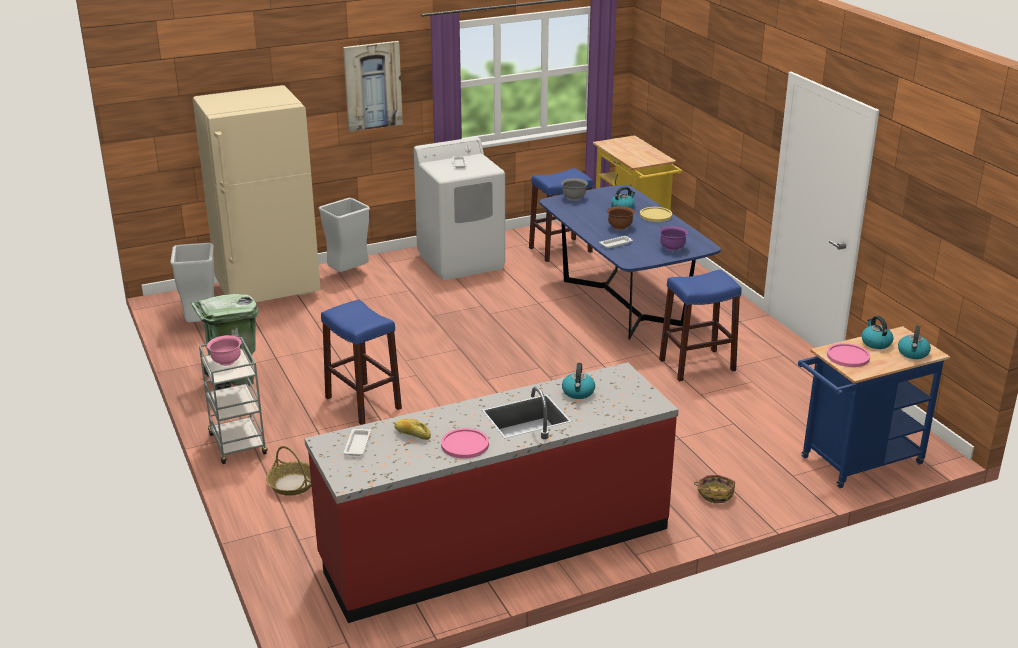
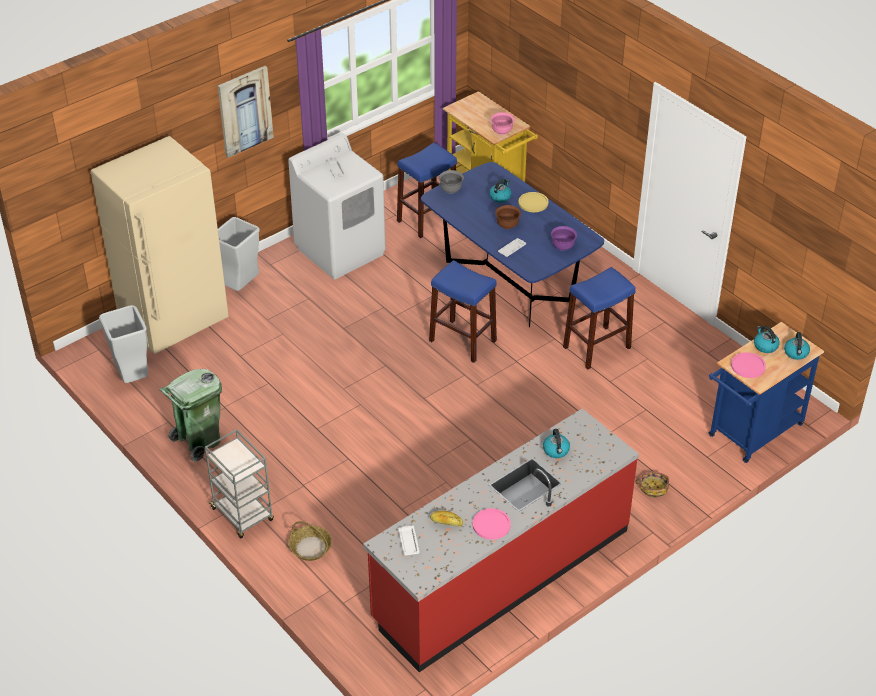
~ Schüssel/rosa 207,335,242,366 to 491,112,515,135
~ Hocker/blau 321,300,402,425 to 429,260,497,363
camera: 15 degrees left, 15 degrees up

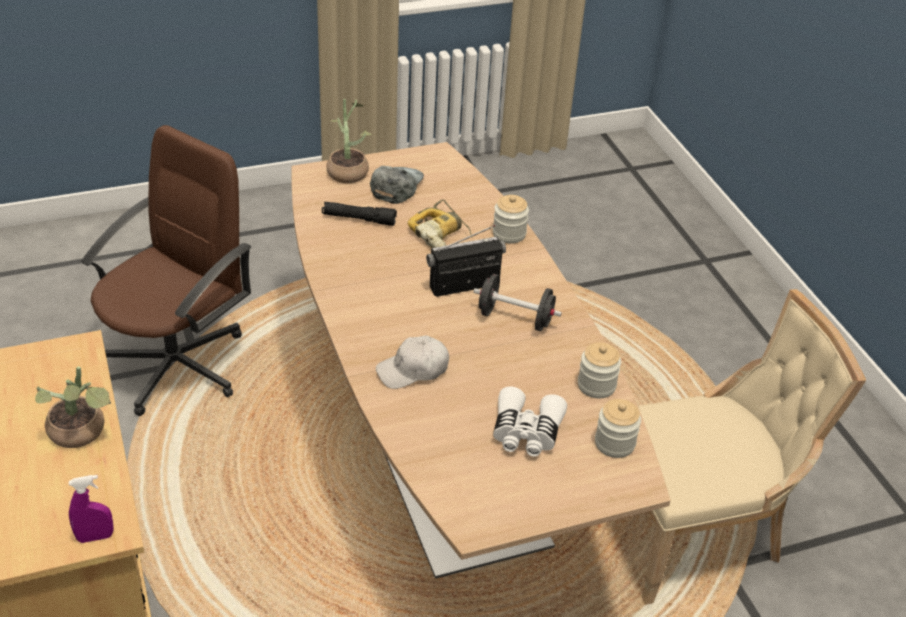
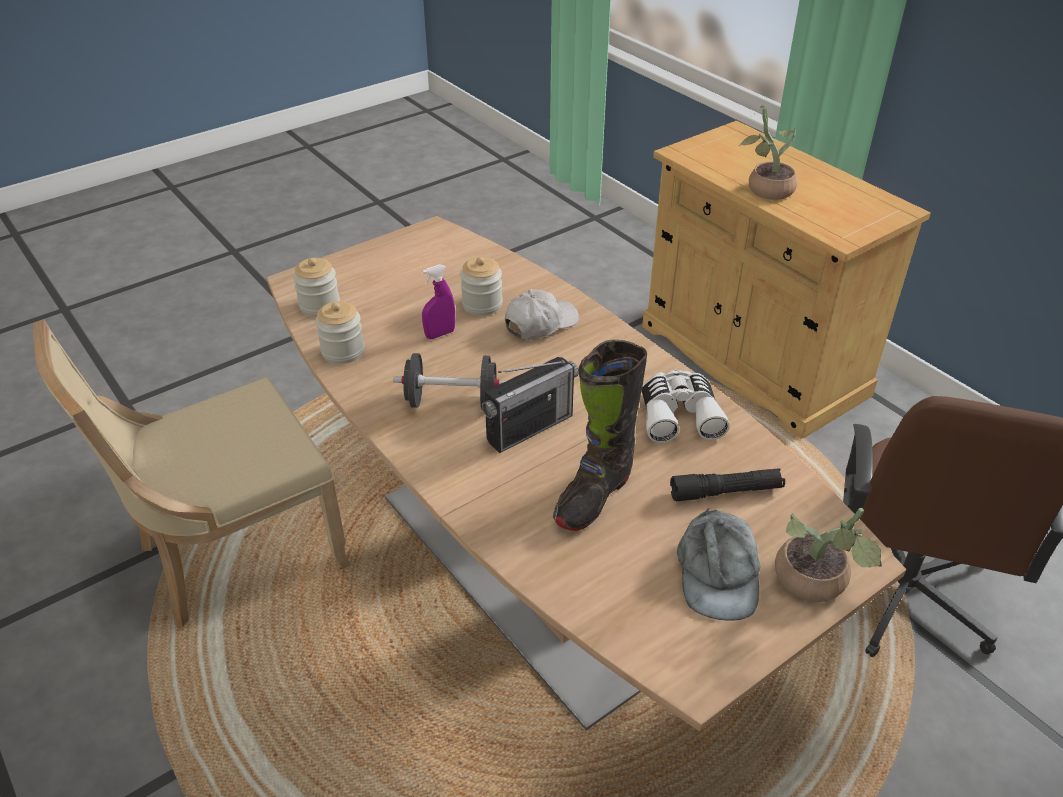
~ Sprühflasche/lila 69,475,113,543 to 422,264,455,339
~ Vorratsglas 493,195,529,243 to 460,257,503,316
~ Fernglas/weiß 493,387,567,457 to 642,370,730,443
~ Bohrmaschine 408,199,473,248 to Stiefel/schwarz 553,340,647,531
camera: 165 degrees right, 0 degrees up

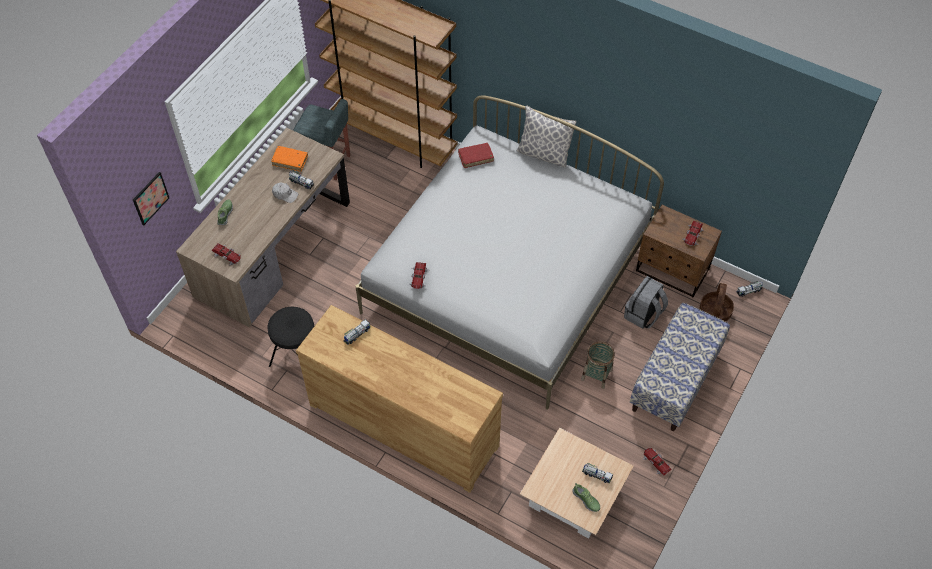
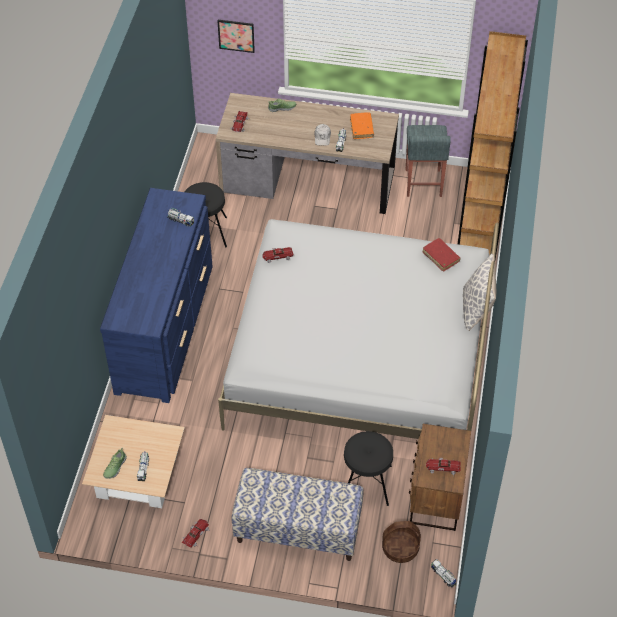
- Korb 581,341,615,389
~ Rucksack/grau 624,276,668,329 to Hocker/schwarz 344,431,393,506
~ Kommode/braun 296,305,503,493 to Kommode/blau 100,188,213,403
camera: 70 degrees right, 5 degrees down

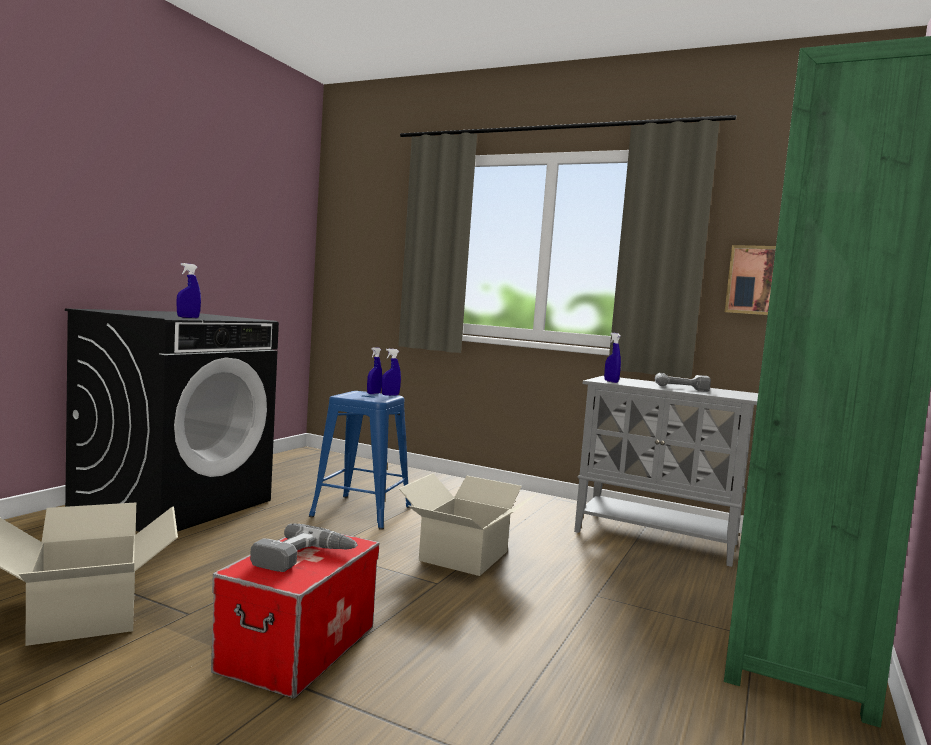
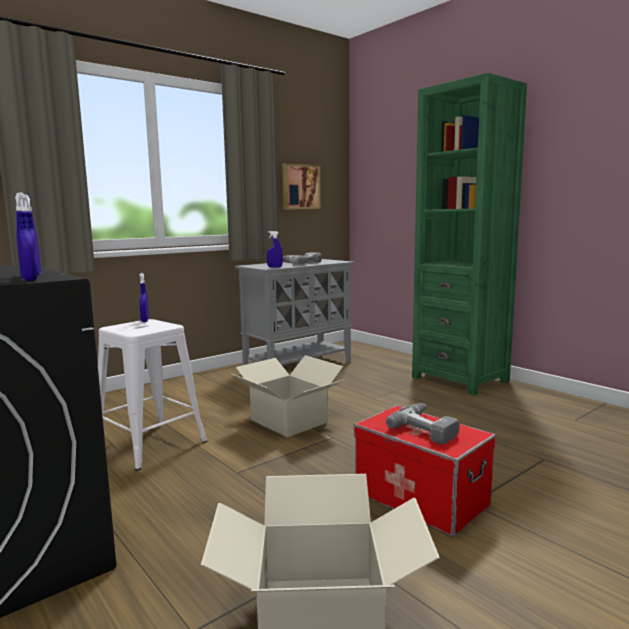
~ Sprühflasche/blau 367,347,382,394 to 15,192,37,281
~ Hocker/blau 309,391,411,530 to Hocker/weiß 98,319,207,470
camera: 65 degrees left, 5 degrees up

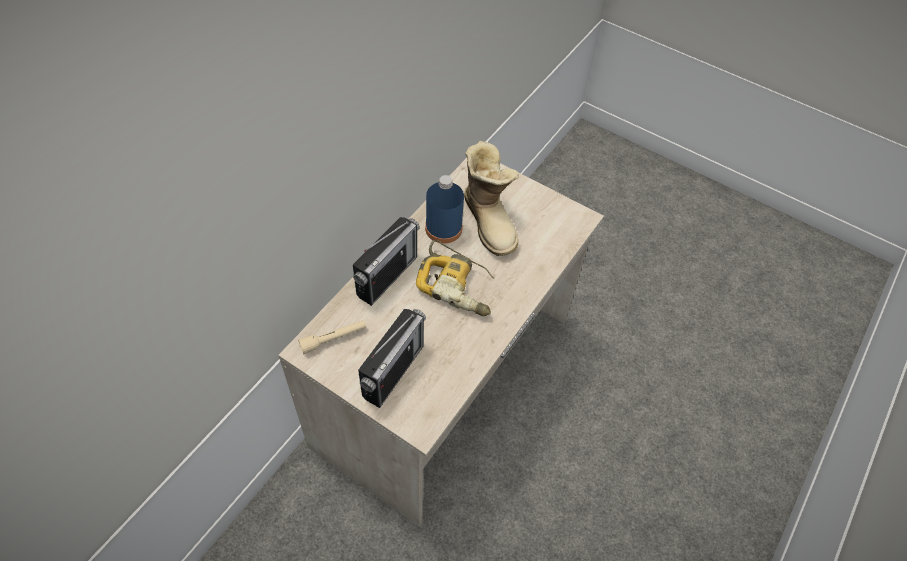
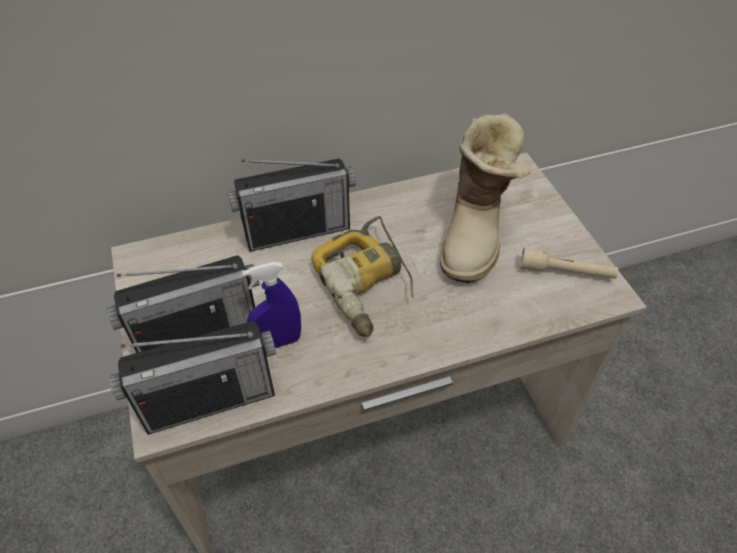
- Flasche/blau 425,175,464,243
+ Radio 110,321,276,435
+ Sprühflasche/blau 242,262,301,348
~ Taschenlampe/beige 298,320,366,355 to 520,248,618,279
camera: 40 degrees right, 5 degrees down

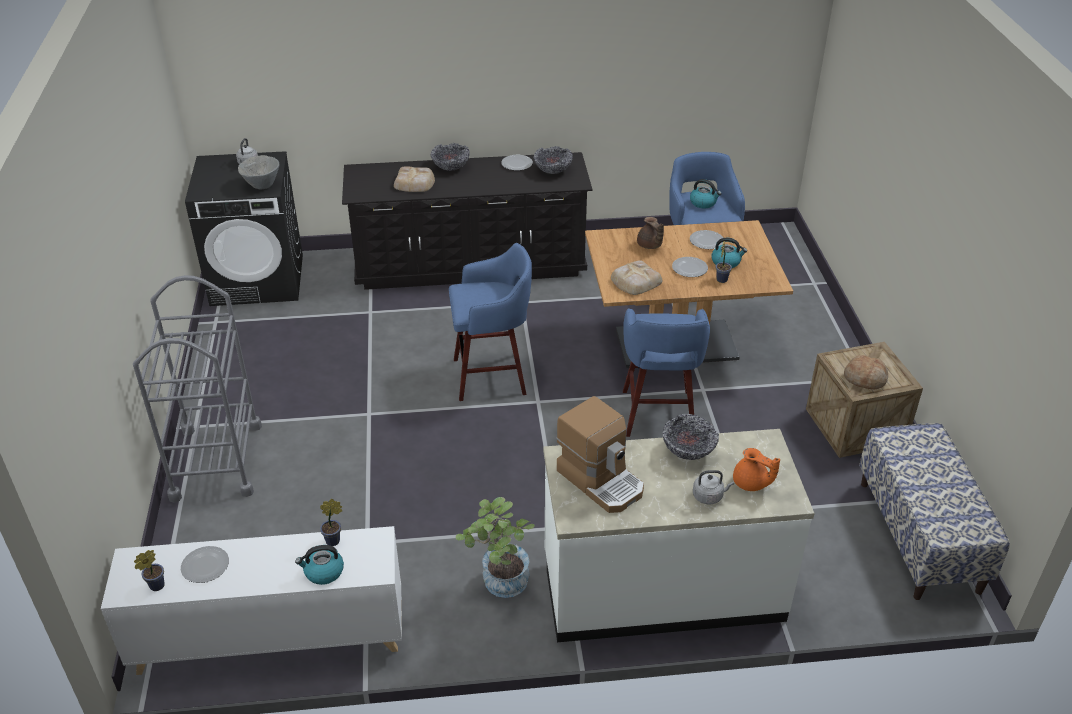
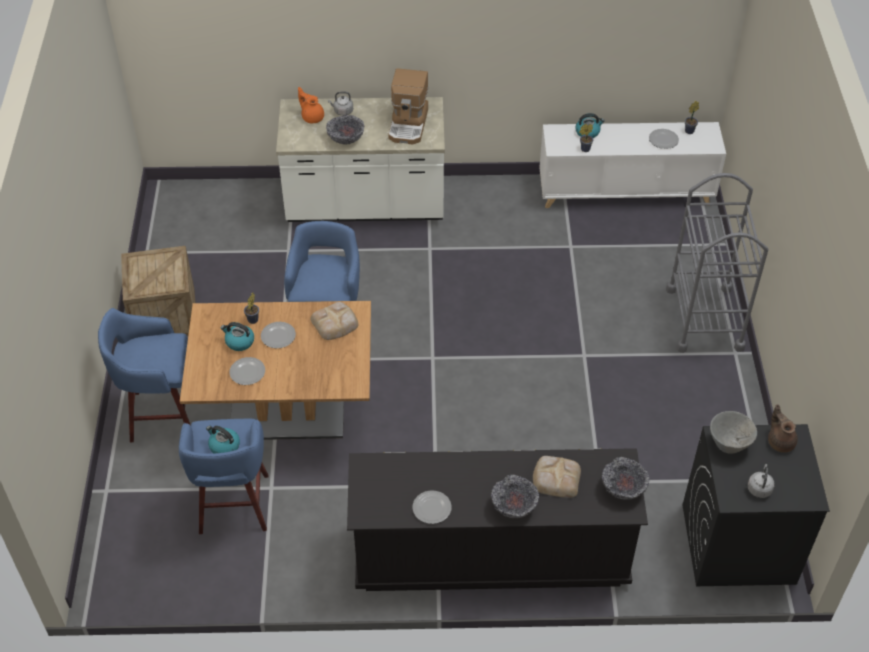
- Topfpflanze 455,497,535,598
- Brot 844,355,888,390
- Bank 859,423,1010,600
~ Hocker/blau 449,243,532,401 to 98,308,191,442
~ Schüssel 534,146,573,174 to 602,457,649,500
~ Teekanne/braun 637,217,664,249 to 768,404,798,453
~ Kaffeemaschine 557,396,644,513 = 388,68,429,145 135 degrees counterclockwise
camera: 175 degrees left, 10 degrees up

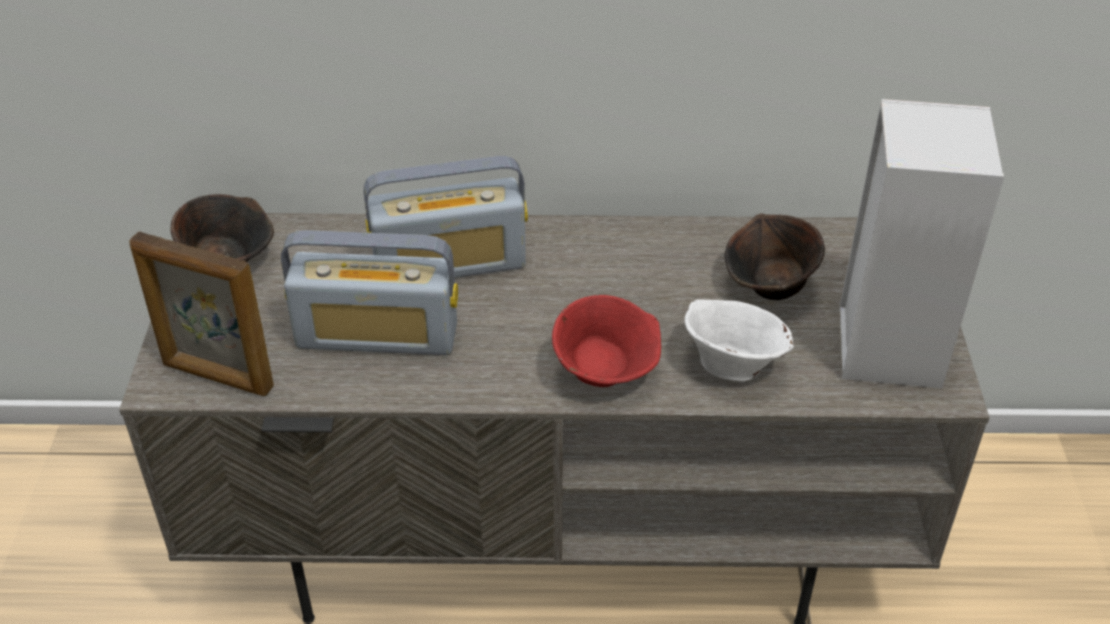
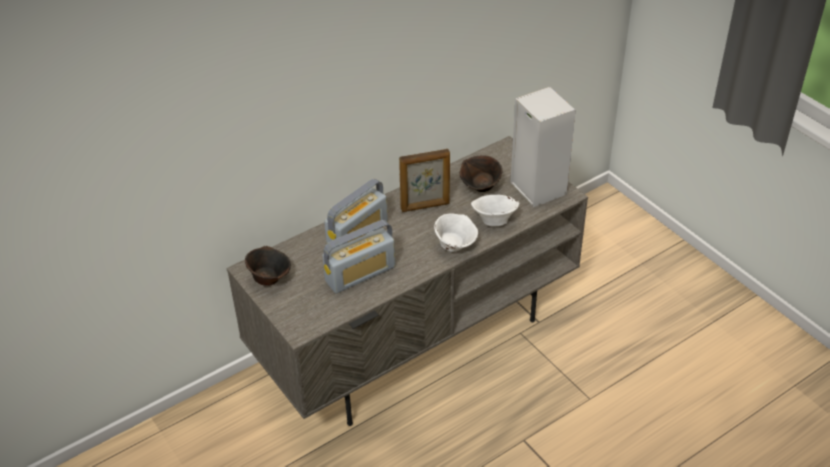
~ Bilderrahmen 129,231,274,396 to 399,149,450,212
~ Schüssel/rot 552,295,661,387 to Schüssel/weiß 434,213,478,252
camera: 35 degrees left, 0 degrees up

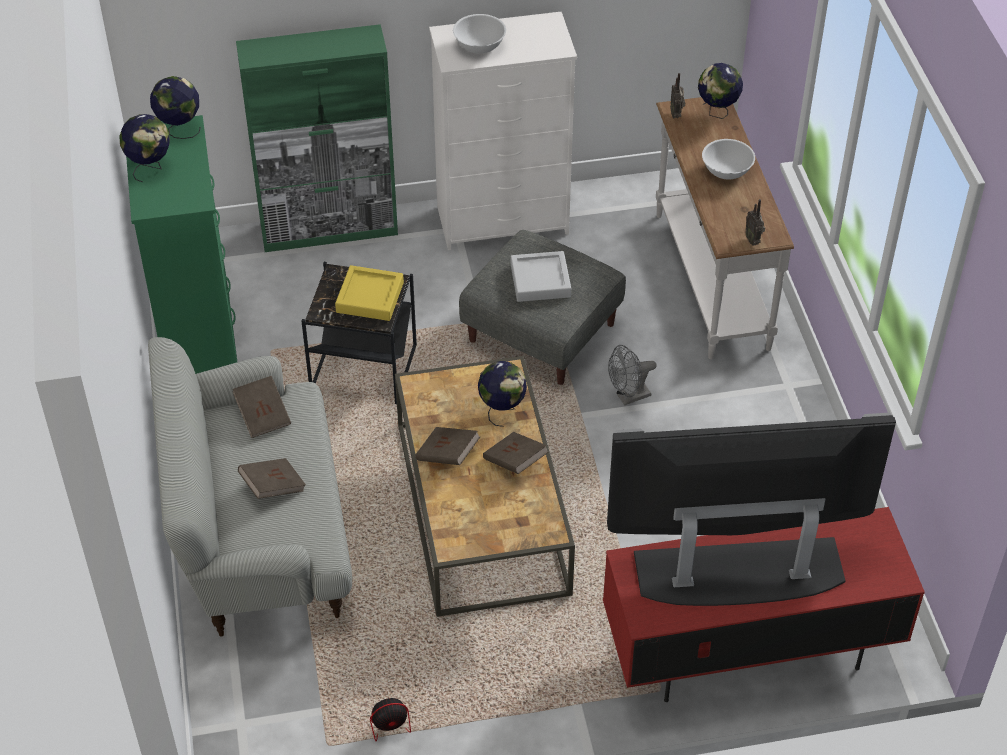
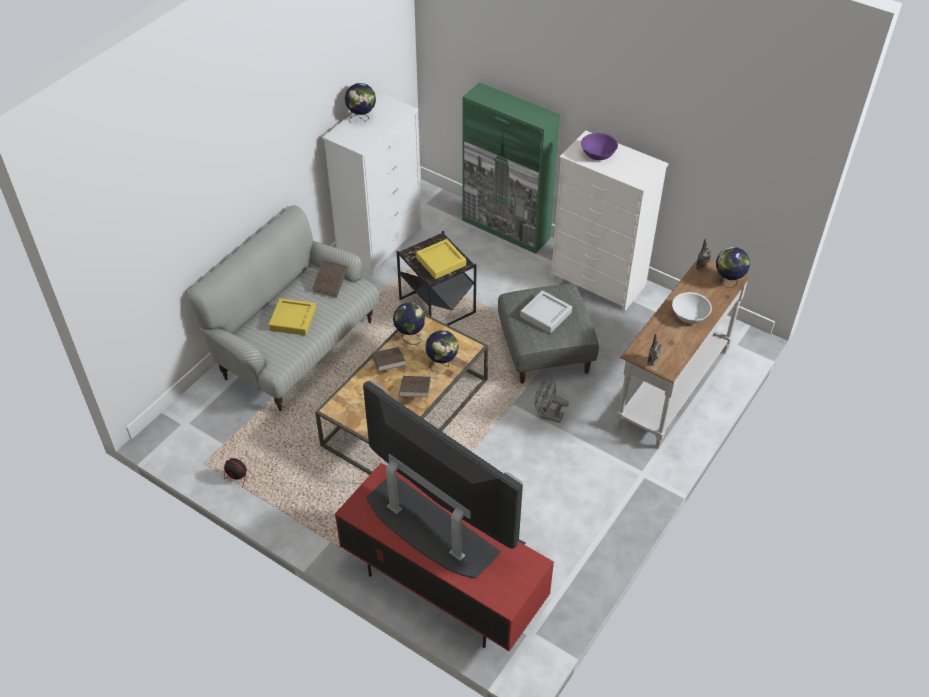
~ Globus 150,76,201,139 to 393,303,425,345
~ Buch/braun 238,458,306,499 to Tablett/gelb 269,298,316,336
~ Kommode/grün 126,115,237,374 to Kommode/weiß 322,92,421,276
~ Schüssel/weiß 453,14,506,54 to Schüssel/lila 581,133,618,160
camera: 45 degrees right, 0 degrees up

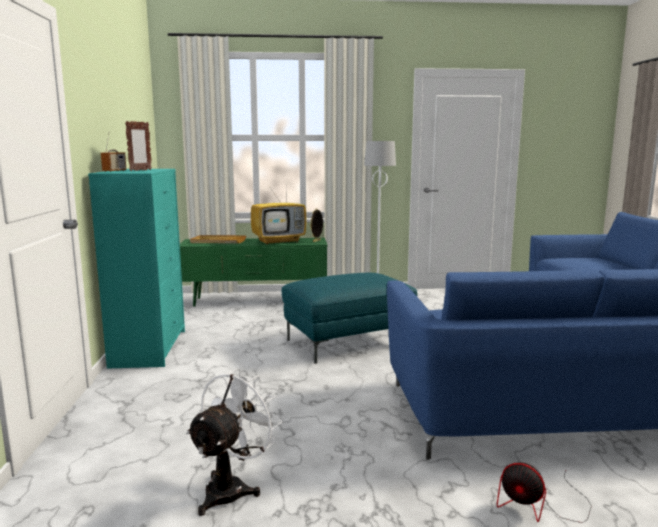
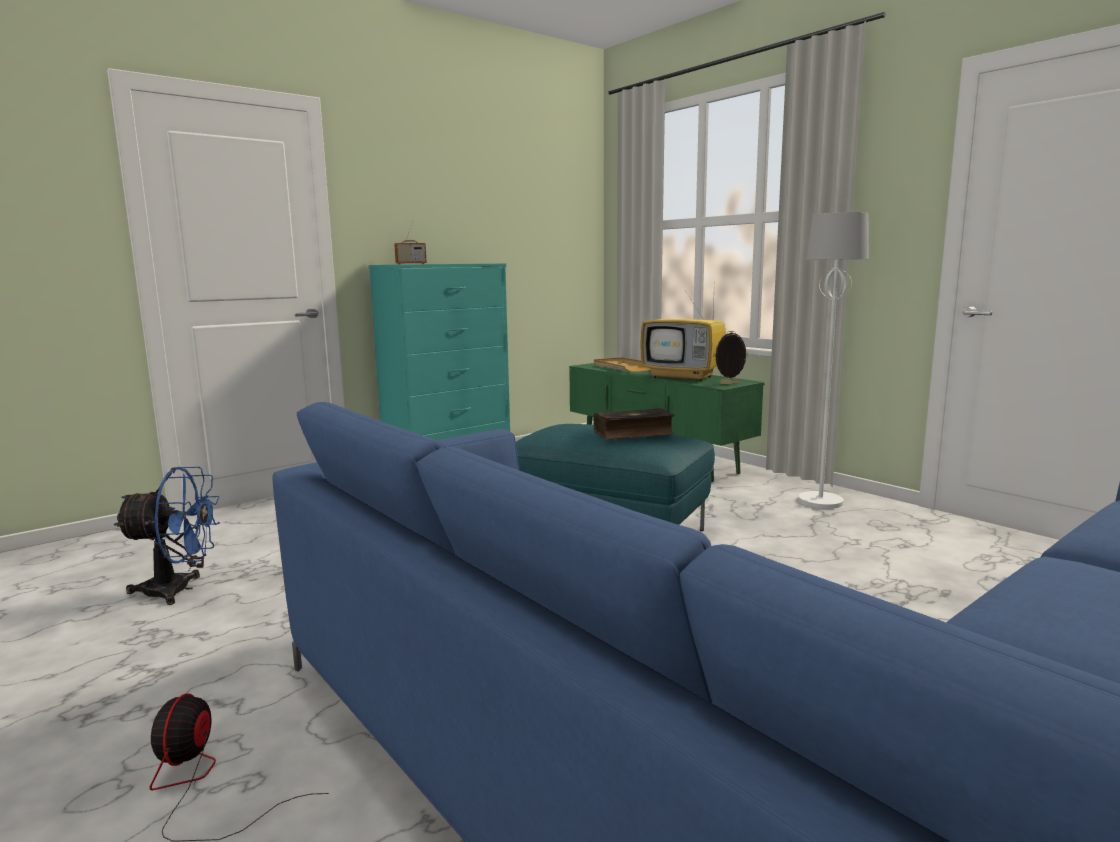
- Bilderrahmen 125,121,152,171
+ Buch 594,408,674,440
~ Ventilator/weiß 186,368,282,516 to Ventilator/blau 113,467,220,605
camera: 55 degrees right, 0 degrees up

